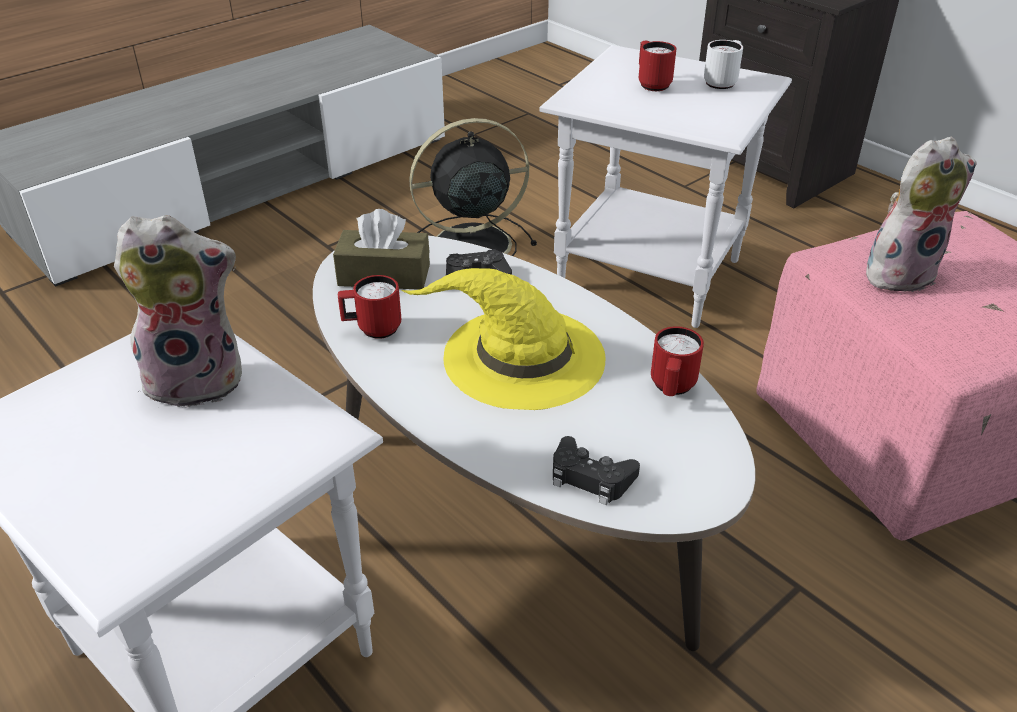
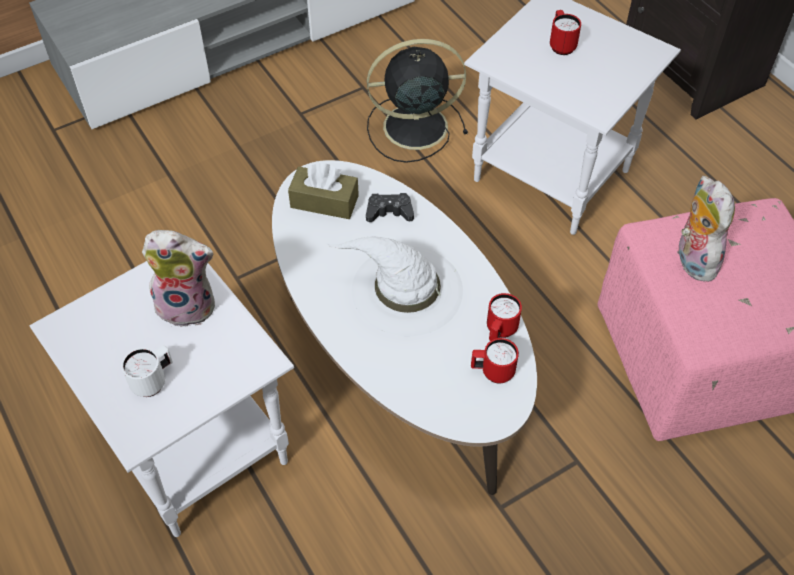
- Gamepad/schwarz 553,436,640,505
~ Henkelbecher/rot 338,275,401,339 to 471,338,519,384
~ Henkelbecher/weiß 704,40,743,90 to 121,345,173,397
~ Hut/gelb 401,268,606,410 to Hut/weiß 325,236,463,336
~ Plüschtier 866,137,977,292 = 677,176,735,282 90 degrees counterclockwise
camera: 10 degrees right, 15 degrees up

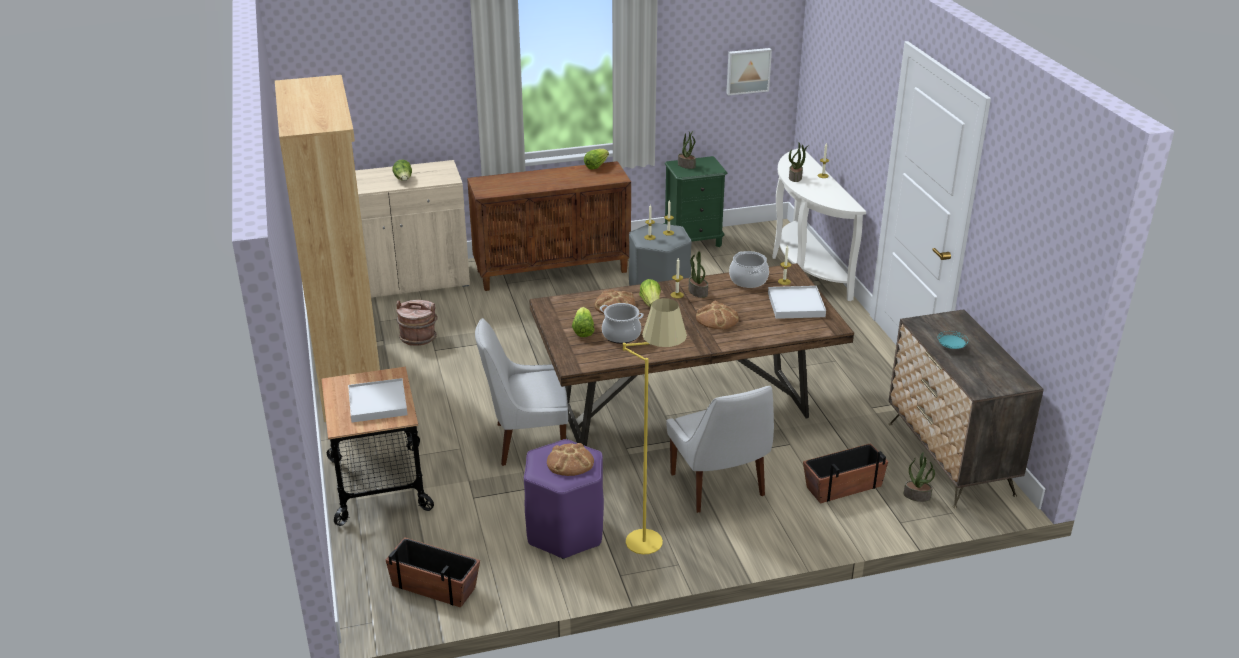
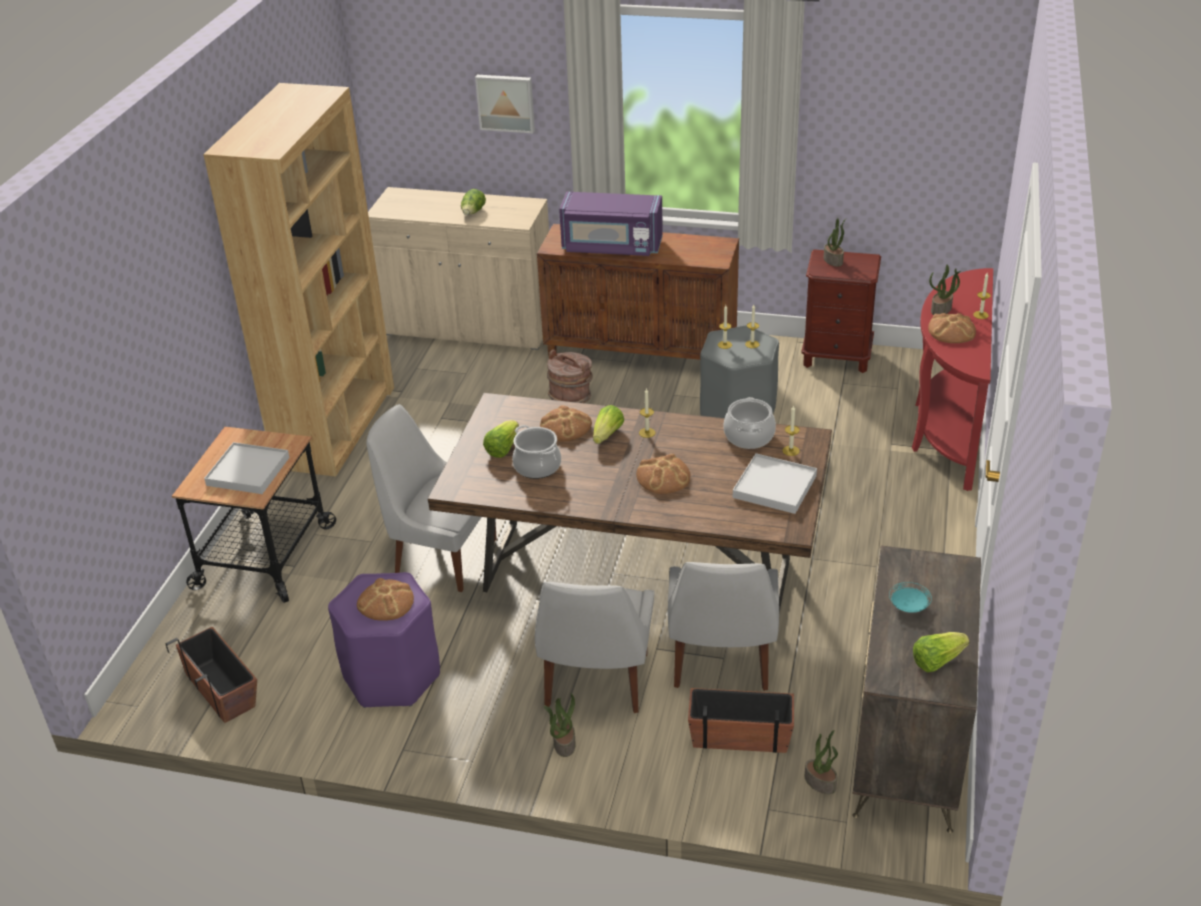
- Stehlampe/gelb 623,298,687,554
+ Mikrowelle/lila 559,192,663,256
+ Stuhl/weiß 668,562,779,691
+ Brot 928,313,976,343
~ Eimer/braun 396,300,438,346 to 547,349,593,403
~ Salatkopf 584,149,609,170 to 913,632,969,672
~ Topfpflanze 688,251,708,298 to 543,693,576,757
~ Bild 726,48,772,96 to 475,75,535,133
~ Nachttisch/grün 663,156,727,247 to Nachttisch/braun 801,249,881,373
~ Konsolentisch/weiß 772,148,866,301 to Konsolentisch/rot 912,268,993,491
camera: 30 degrees right, 5 degrees up

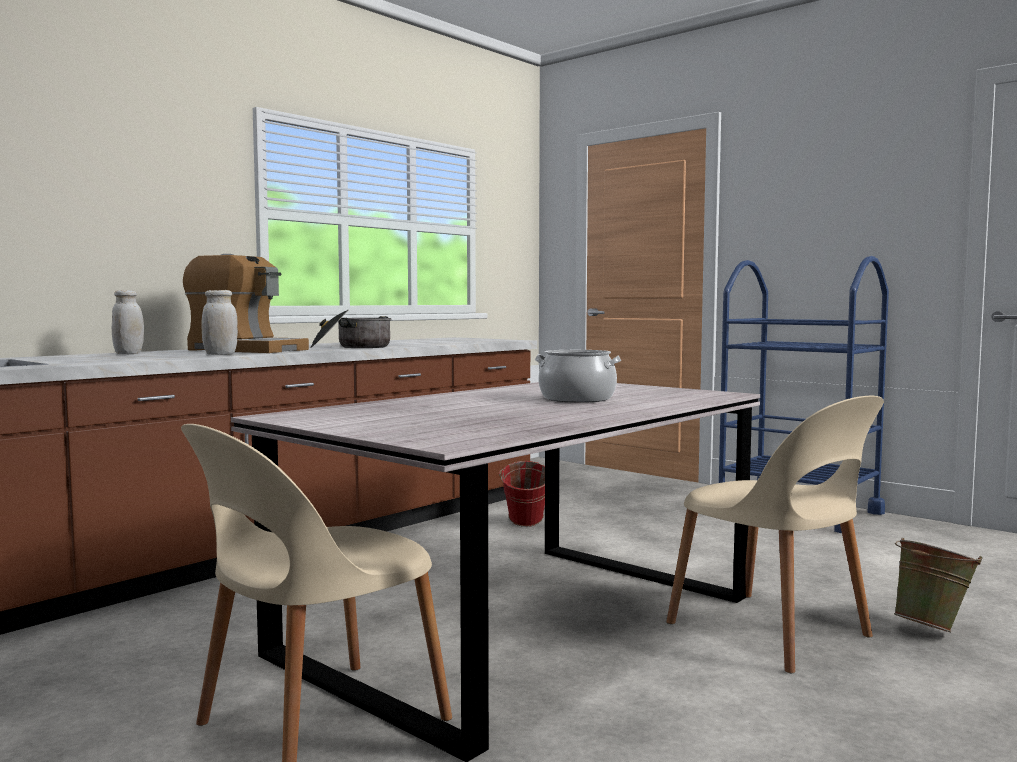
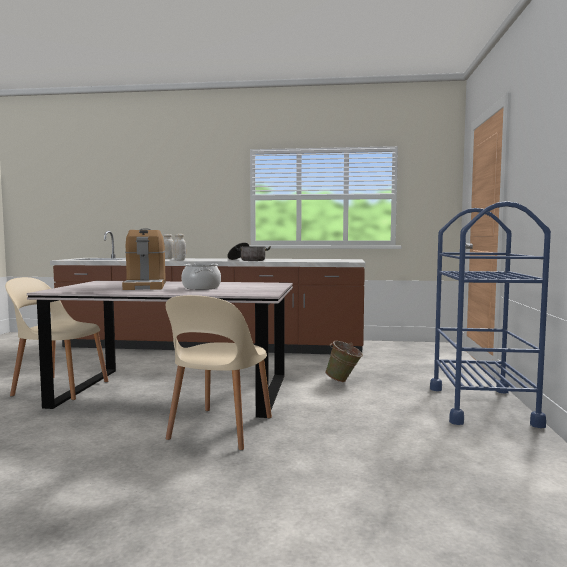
- Eimer/rot 499,461,545,527
~ Kaffeemaschine 183,254,309,353 to 122,228,166,290
~ Eimer/grün 894,538,982,632 to 325,341,363,382
camera: 55 degrees right, 0 degrees up

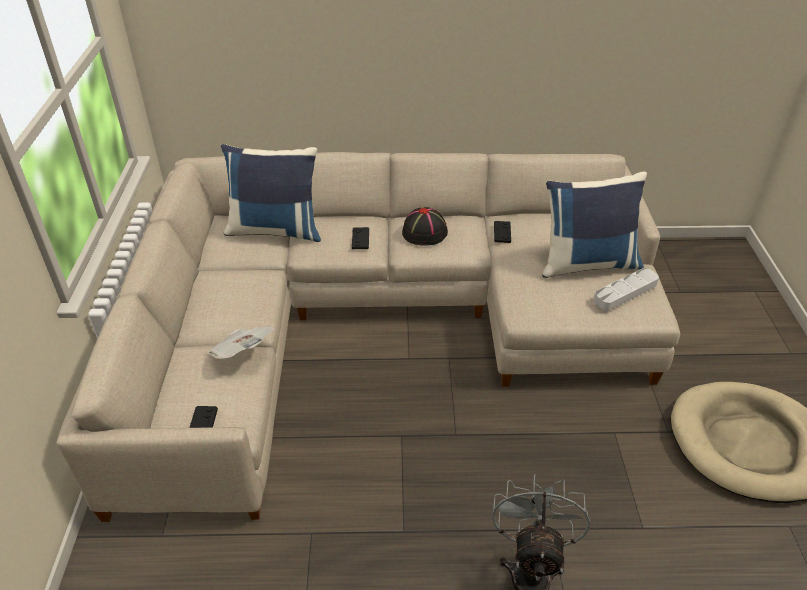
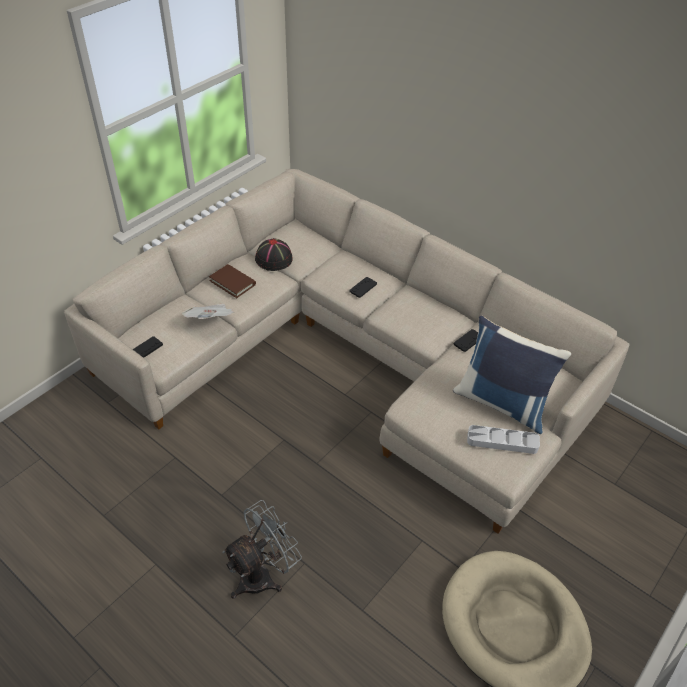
- Kissen/blau 221,144,321,242
+ Buch/braun 209,264,256,298
~ Hut/schwarz 402,207,448,246 to 255,238,293,271
camera: 40 degrees right, 5 degrees up

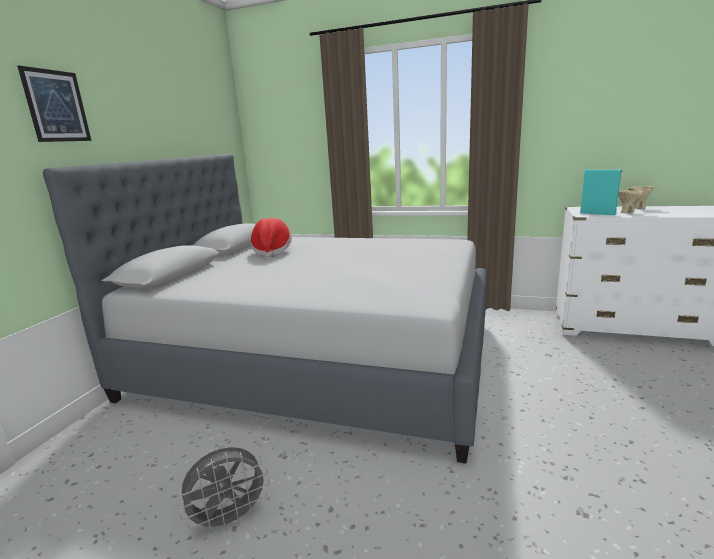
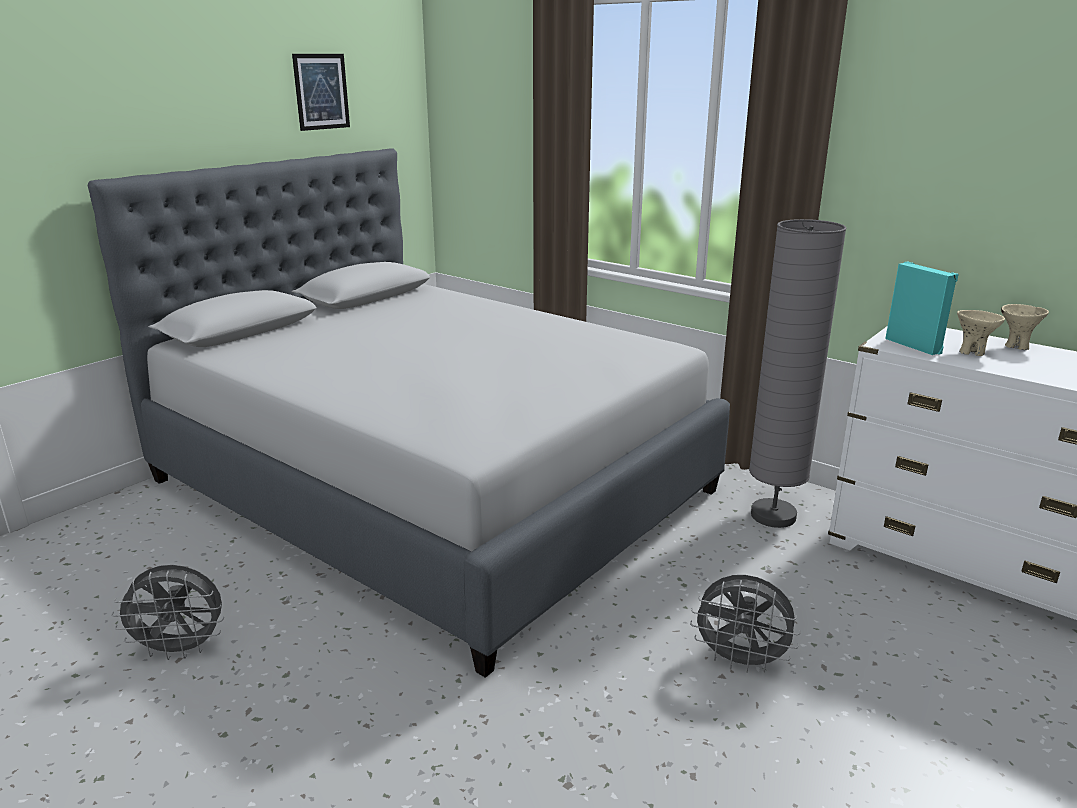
- Hut 250,218,292,257
+ Ventilator/grau 690,575,801,673
+ Stehlampe/grau 749,219,847,528
~ Bild 17,65,91,142 to 292,54,350,131
camera: 20 degrees right, 5 degrees up

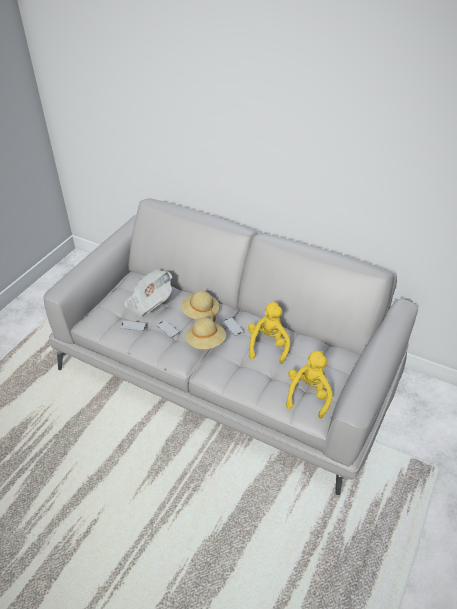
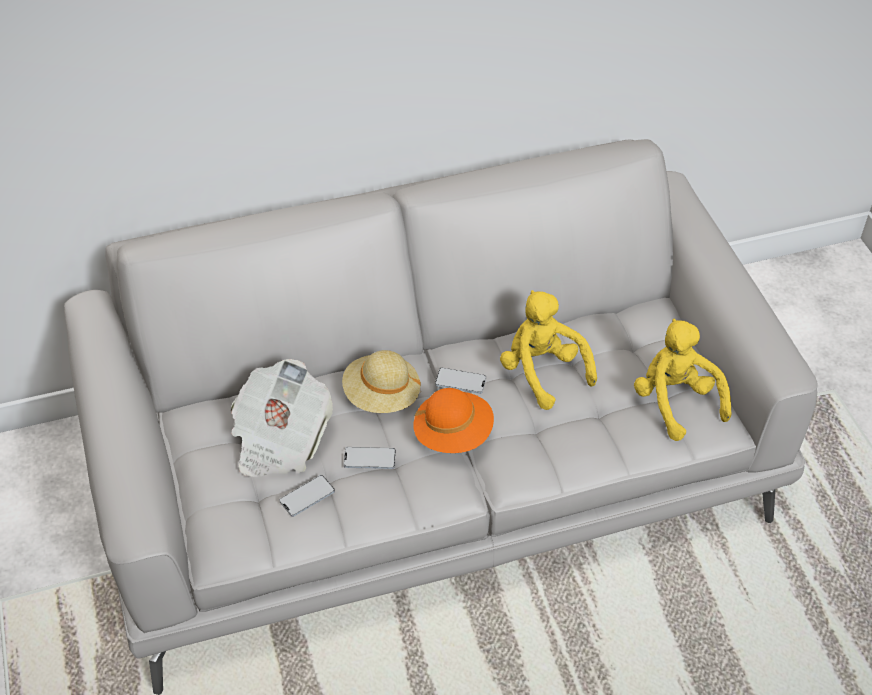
~ Hut/beige 186,317,226,349 to Hut/orange 413,388,494,453
camera: 45 degrees left, 5 degrees up

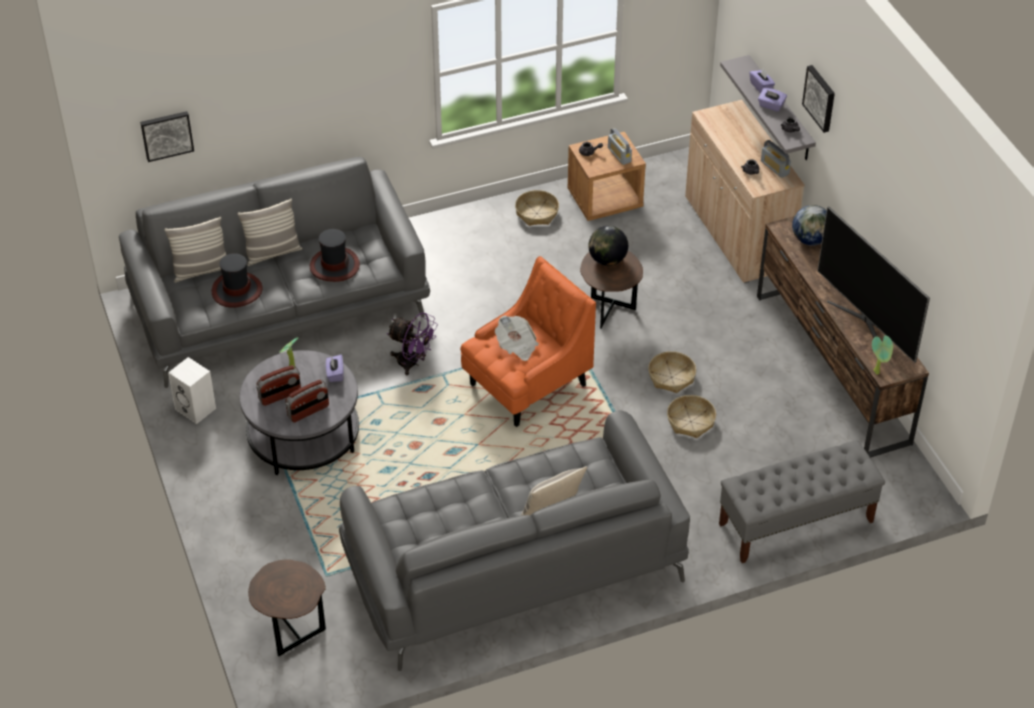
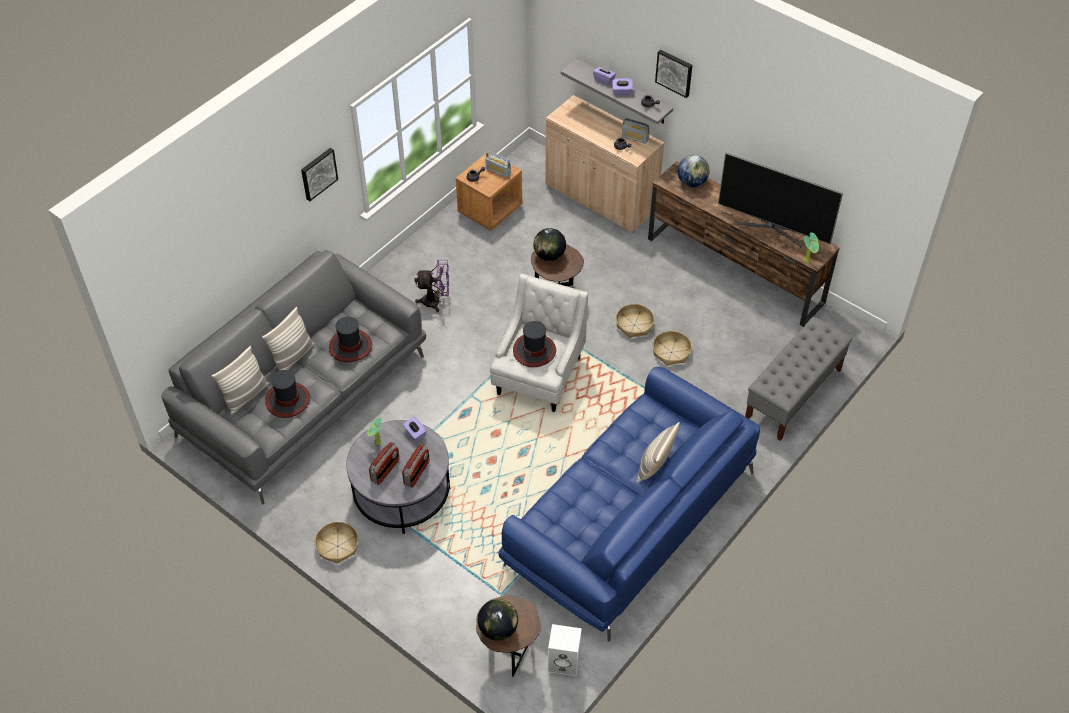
+ Globus 478,599,518,641
~ Bild 140,111,194,162 to 301,148,338,201
~ Lautsprecher/weiß 168,357,216,424 to 548,624,582,676
~ Ventilator/lila 387,313,438,375 to 414,260,449,312
~ Korb 515,190,559,226 to 315,522,358,564
~ Zeitung 495,315,539,361 to Hut 513,321,556,367
~ Sofa/grau 339,410,690,671 to Sofa/blau 498,367,760,642
~ Sessel/orange 460,256,596,427 to Sessel/weiß 490,274,588,412
camera: 30 degrees left, 5 degrees up

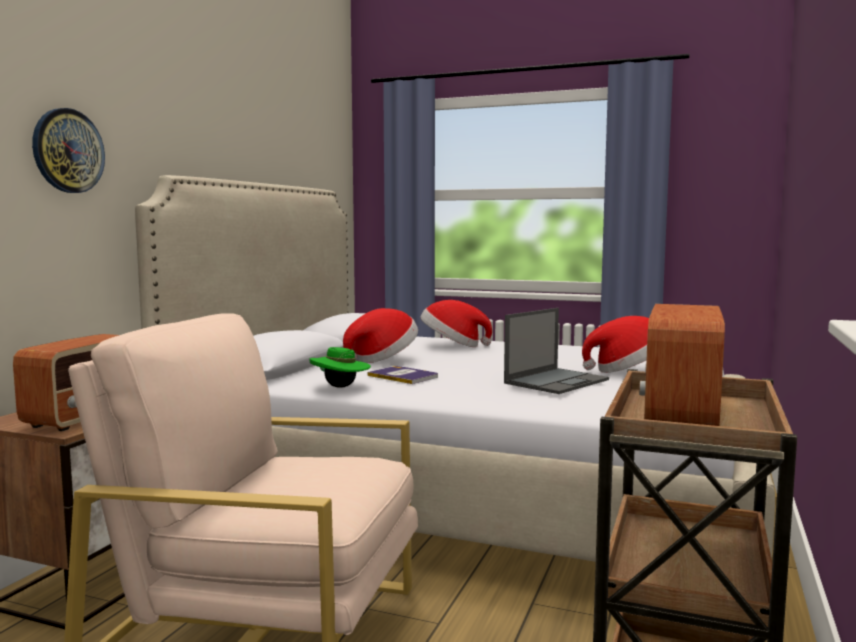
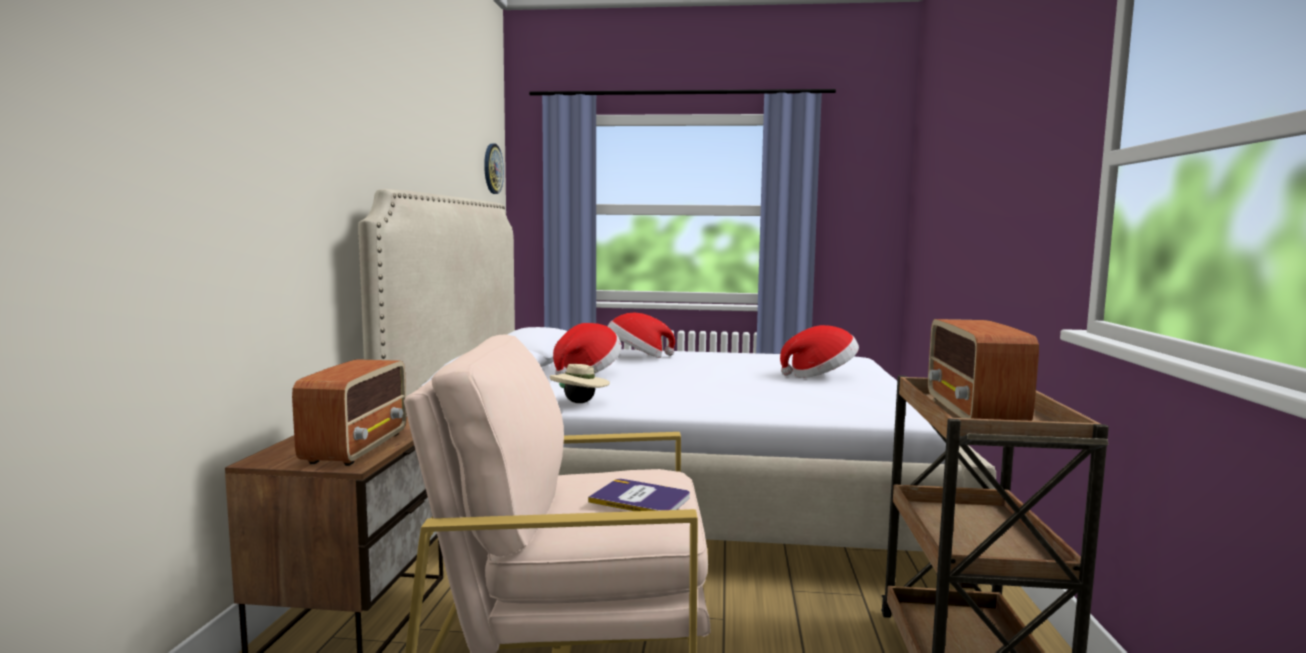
- Laptop 504,308,609,394
~ Wanduhr 32,108,105,193 to 484,144,504,194
~ Buch 367,366,438,384 to 588,479,690,511
~ Hut/grün 310,347,371,388 to Hut/beige 550,364,610,403
camera: 15 degrees left, 0 degrees up

